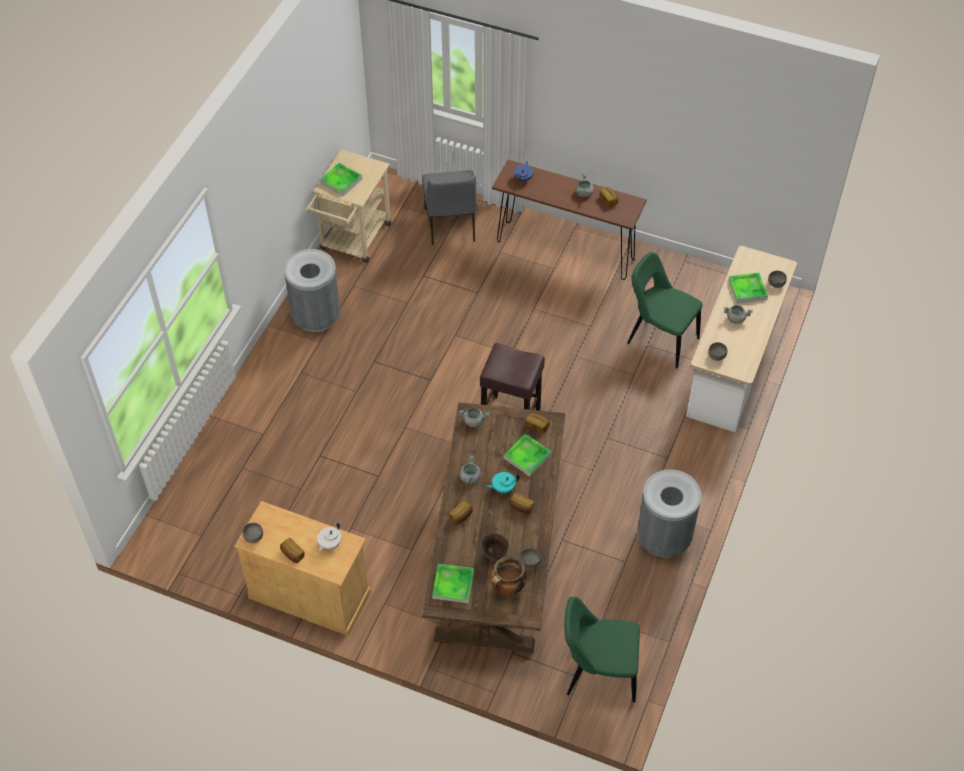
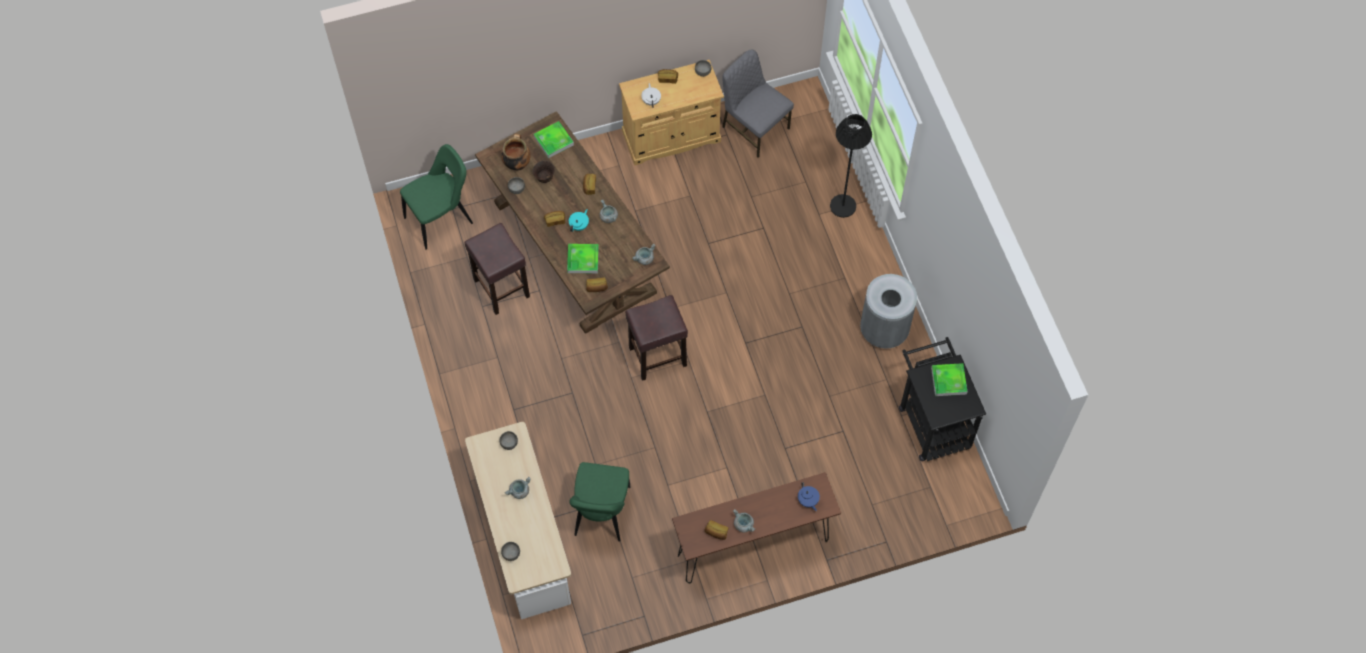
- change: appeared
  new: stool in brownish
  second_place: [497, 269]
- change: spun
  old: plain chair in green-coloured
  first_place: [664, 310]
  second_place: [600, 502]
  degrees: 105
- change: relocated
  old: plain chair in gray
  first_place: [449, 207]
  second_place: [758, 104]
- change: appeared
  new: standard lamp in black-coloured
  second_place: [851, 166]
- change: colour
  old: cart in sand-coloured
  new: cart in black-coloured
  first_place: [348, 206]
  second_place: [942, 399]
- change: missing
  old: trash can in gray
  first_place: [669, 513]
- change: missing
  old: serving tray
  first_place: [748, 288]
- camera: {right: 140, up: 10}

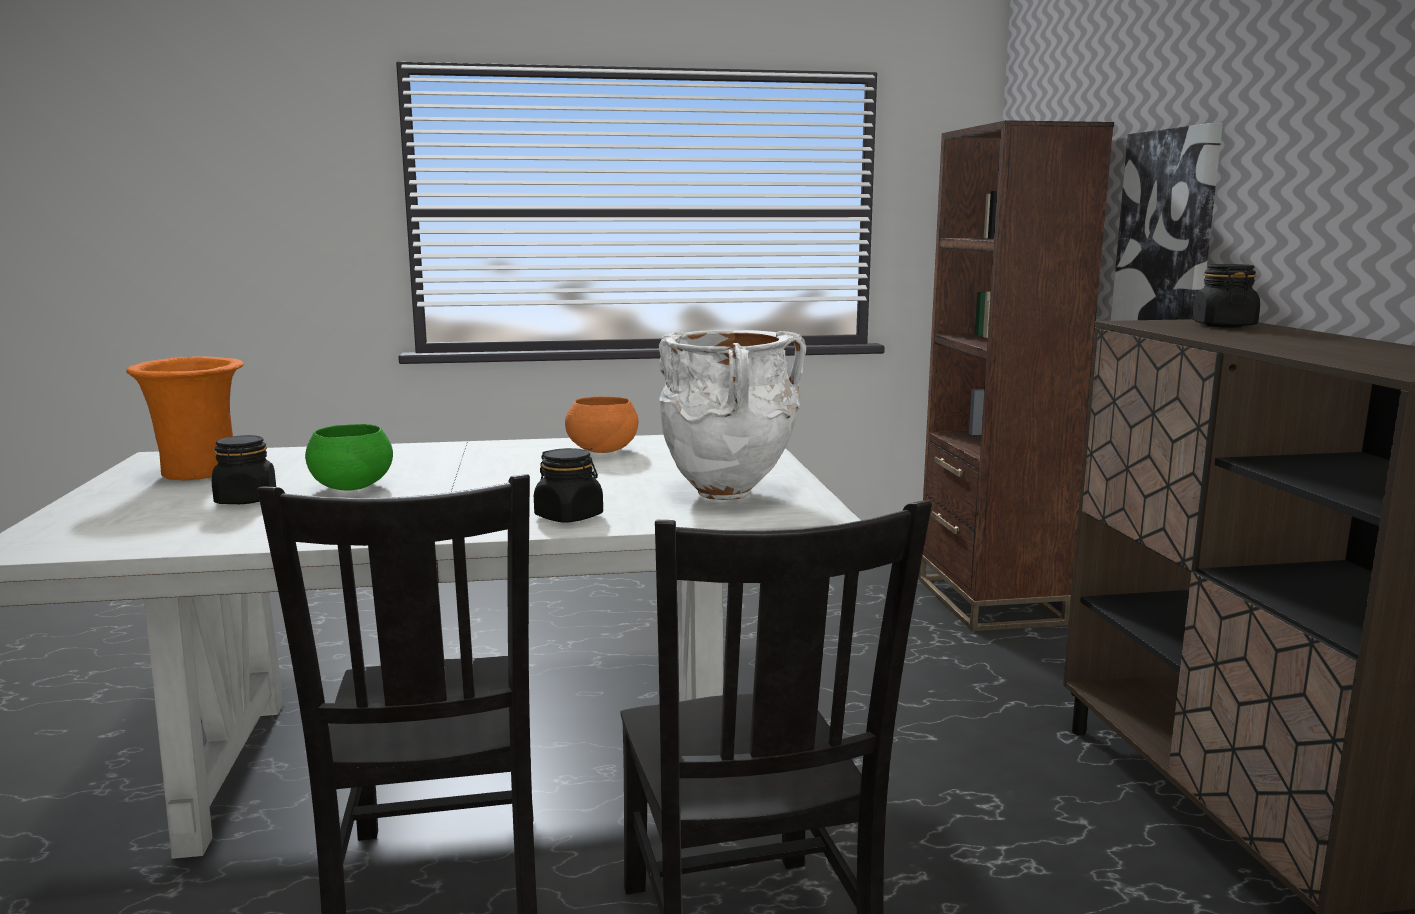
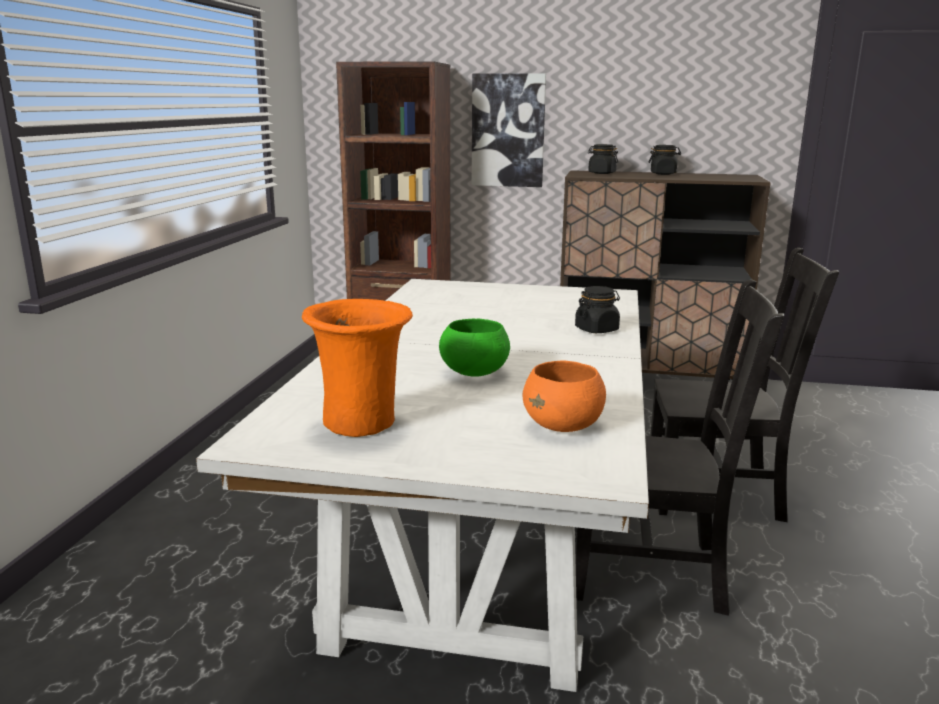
- change: relocated
  old: serving bowl in orangey
  first_place: [602, 424]
  second_place: [564, 396]
- change: relocated
  old: preserve jar in black-coloured
  first_place: [244, 469]
  second_place: [665, 160]
- change: missing
  old: vase in white-coloured
  first_place: [732, 415]
- camera: {right: -70, up: 5}

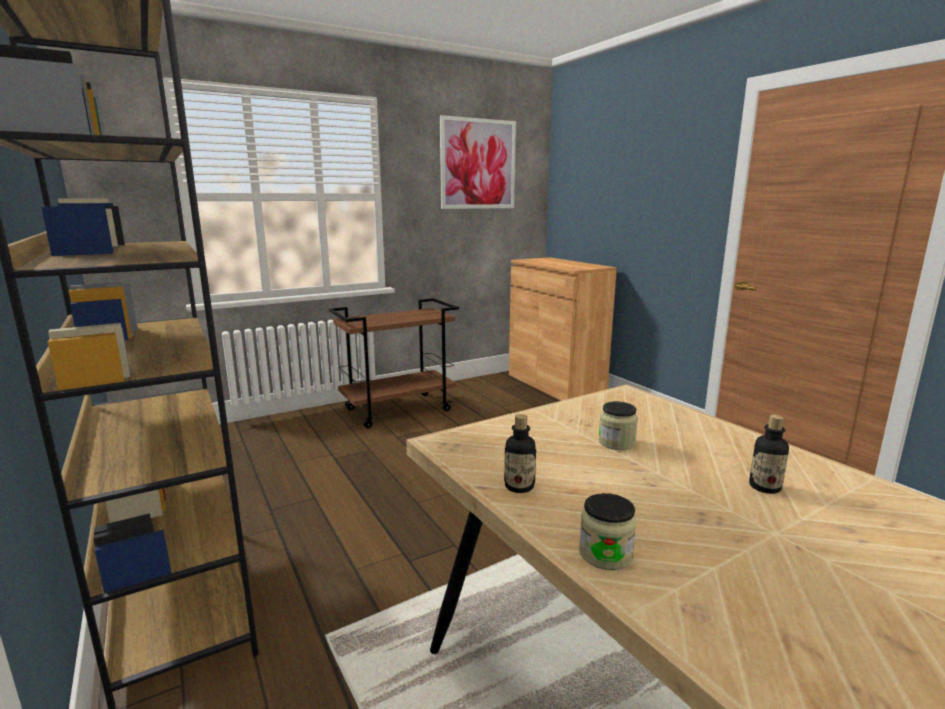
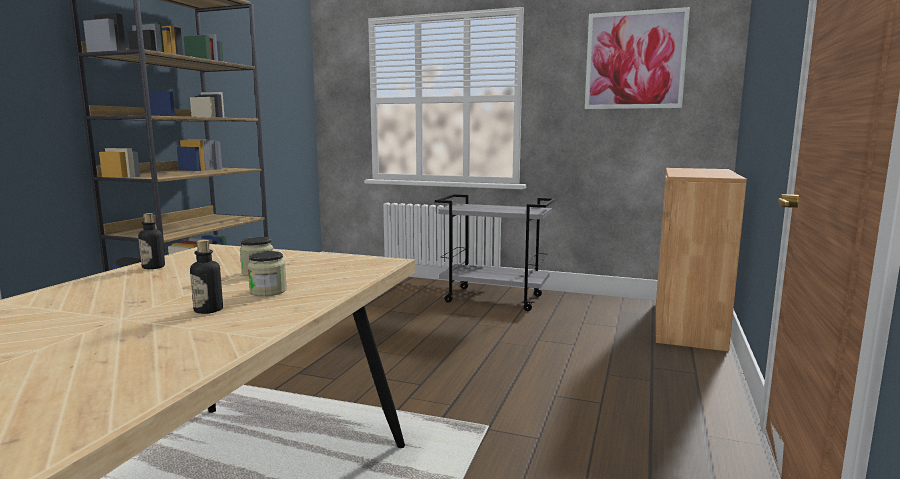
- change: relocated
  old: preserve jar
  first_place: [608, 531]
  second_place: [267, 273]
- change: colour
  old: cart in brownish
  new: cart in gray
  first_place: [393, 363]
  second_place: [495, 252]
- camera: {right: 50, up: -5}

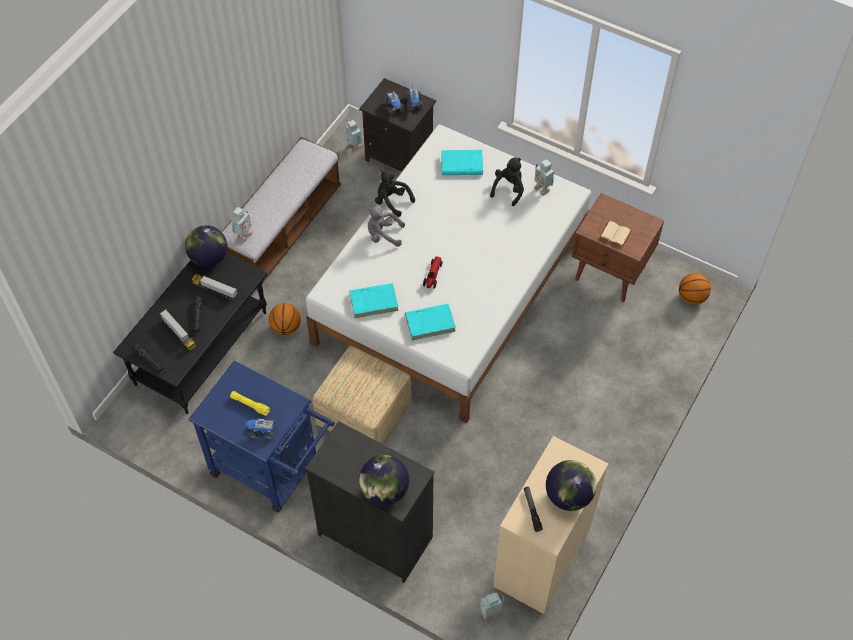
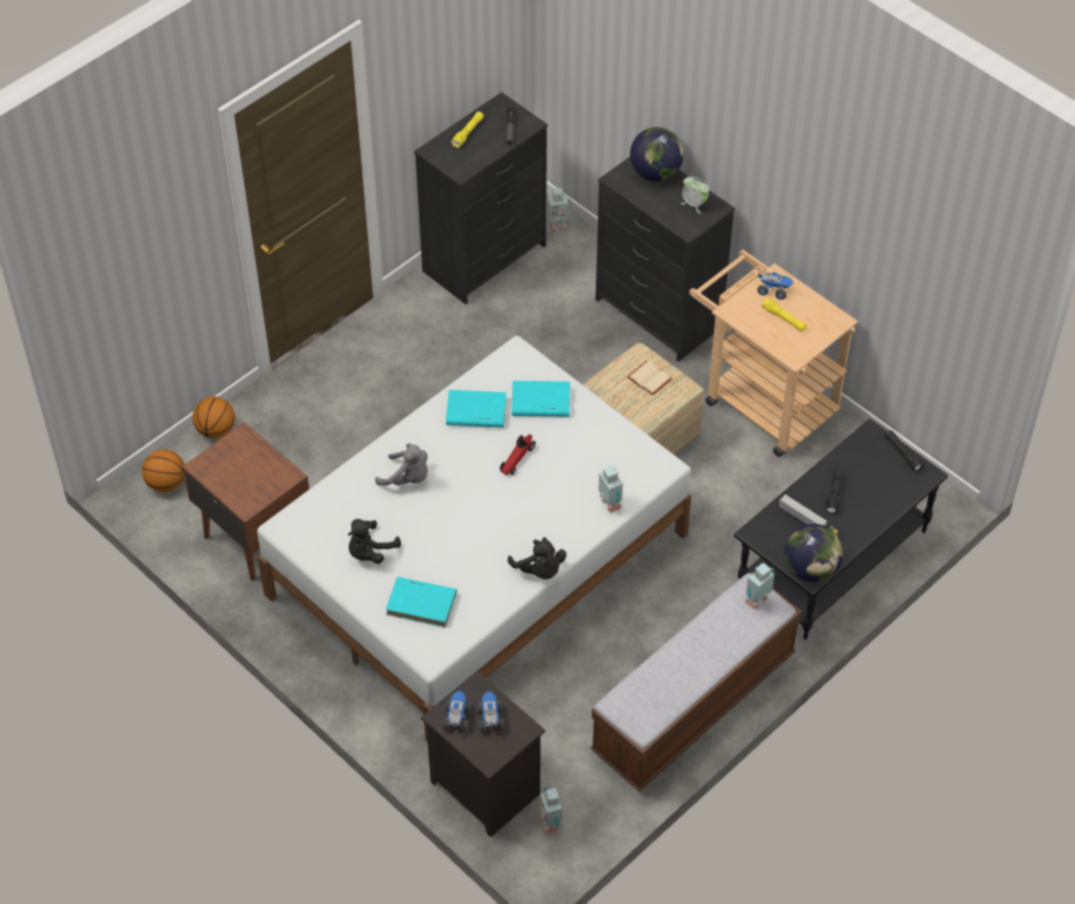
- change: relocated
  old: ball for basketball
  first_place: [285, 319]
  second_place: [214, 418]
- change: relocated
  old: plush toy in gray
  first_place: [386, 226]
  second_place: [401, 464]
- change: colour
  old: drawer chest in sand-coloured
  new: drawer chest in black-coloured
  first_place: [550, 525]
  second_place: [481, 198]
- change: relocated
  old: bound book in turquoise-coloured
  first_place: [374, 300]
  second_place: [476, 409]
- change: exchanged
  old: globe
  new: torch in yellowish
  first_place: [571, 485]
  second_place: [467, 130]
- change: relocated
  old: toy robot
  first_place: [544, 177]
  second_place: [610, 489]
- change: relocated
  old: bound book in sand-coloured
  first_place: [615, 234]
  second_place: [649, 378]
- change: appeared
  new: bedside clock
  second_place: [695, 195]
- change: colour
  old: cart in blue
  new: cart in sand-coloured
  first_place: [261, 436]
  second_place: [773, 353]
- change: missing
  old: toy truck
  first_place: [178, 330]
- camera: {right: -165, up: -5}

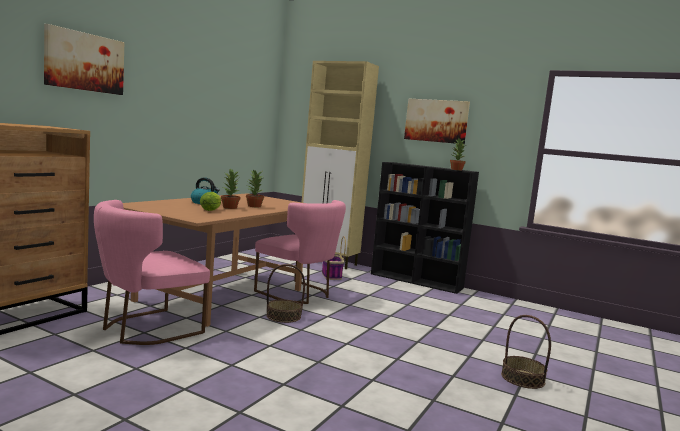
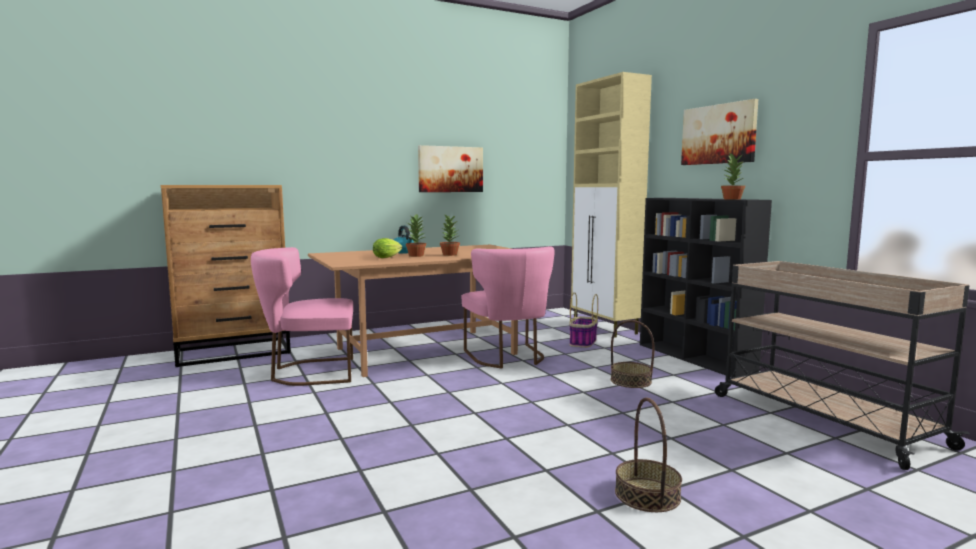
- change: relocated
  old: wall picture
  first_place: [84, 59]
  second_place: [450, 168]
- change: relocated
  old: storage basket
  first_place: [286, 293]
  second_place: [633, 354]
- change: appeared
  new: cart in sand-coloured
  second_place: [842, 365]
- camera: {right: 35, up: 0}

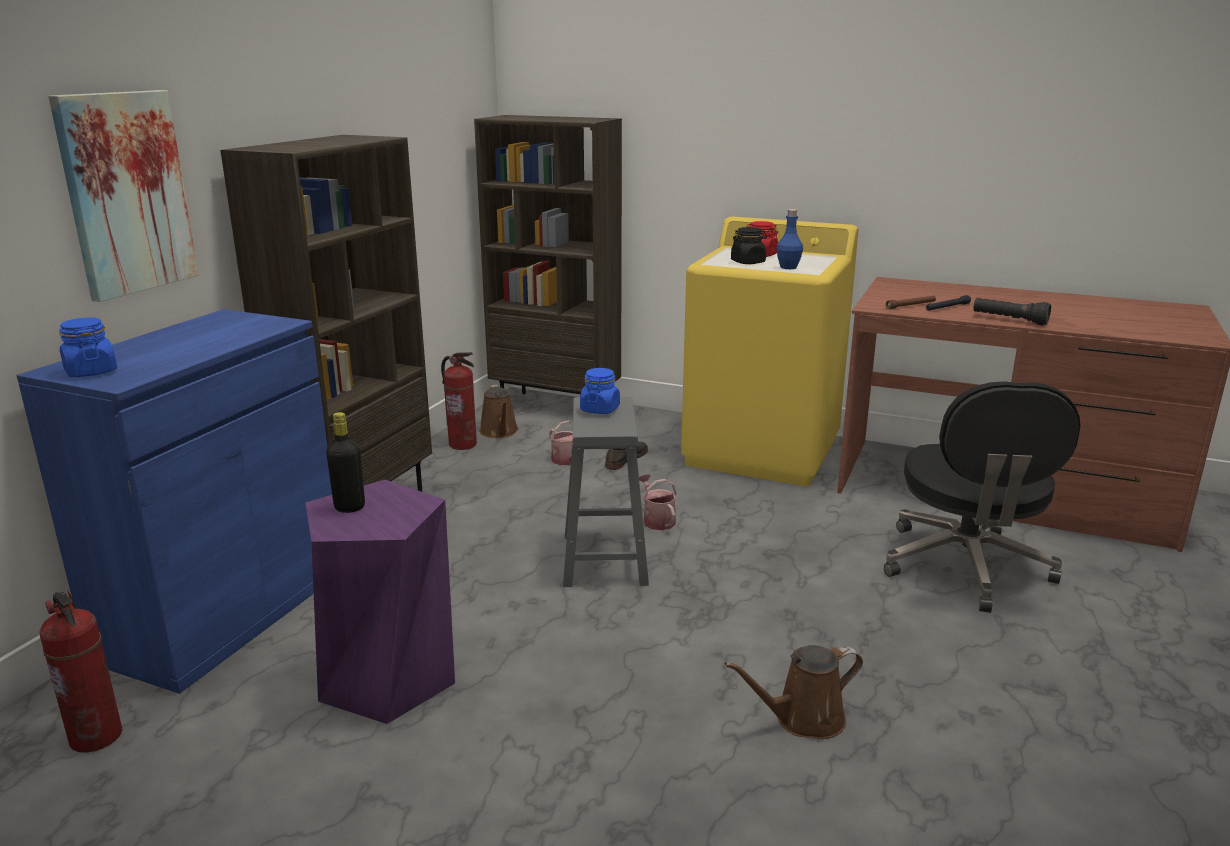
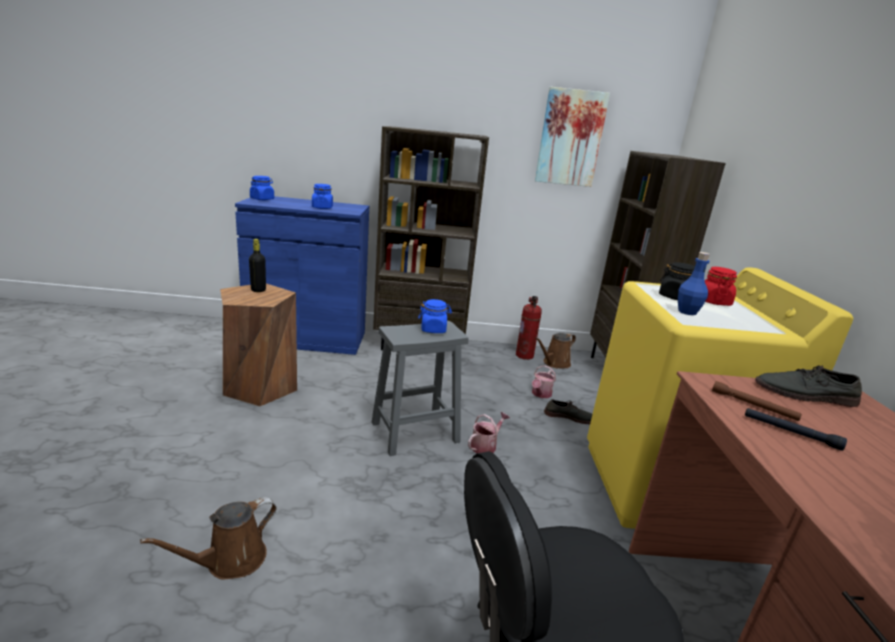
- change: spun
  old: watering can in brownish
  first_place: [794, 692]
  second_place: [208, 538]
  degrees: -90
- change: colour
  old: stool in purple
  new: stool in brownish
  first_place: [380, 602]
  second_place: [258, 344]
- change: appeared
  new: preserve jar in blue
  second_place: [322, 196]
- change: relocated
  old: wall picture
  first_place: [123, 196]
  second_place: [572, 137]
- change: appeared
  new: item of footwear in gray
  second_place: [808, 386]
- change: missing
  old: fire-fighting cylinder
  first_place: [81, 671]
- change: missing
  old: torch in black-coloured
  first_place: [1012, 311]
- camera: {right: 65, up: 0}

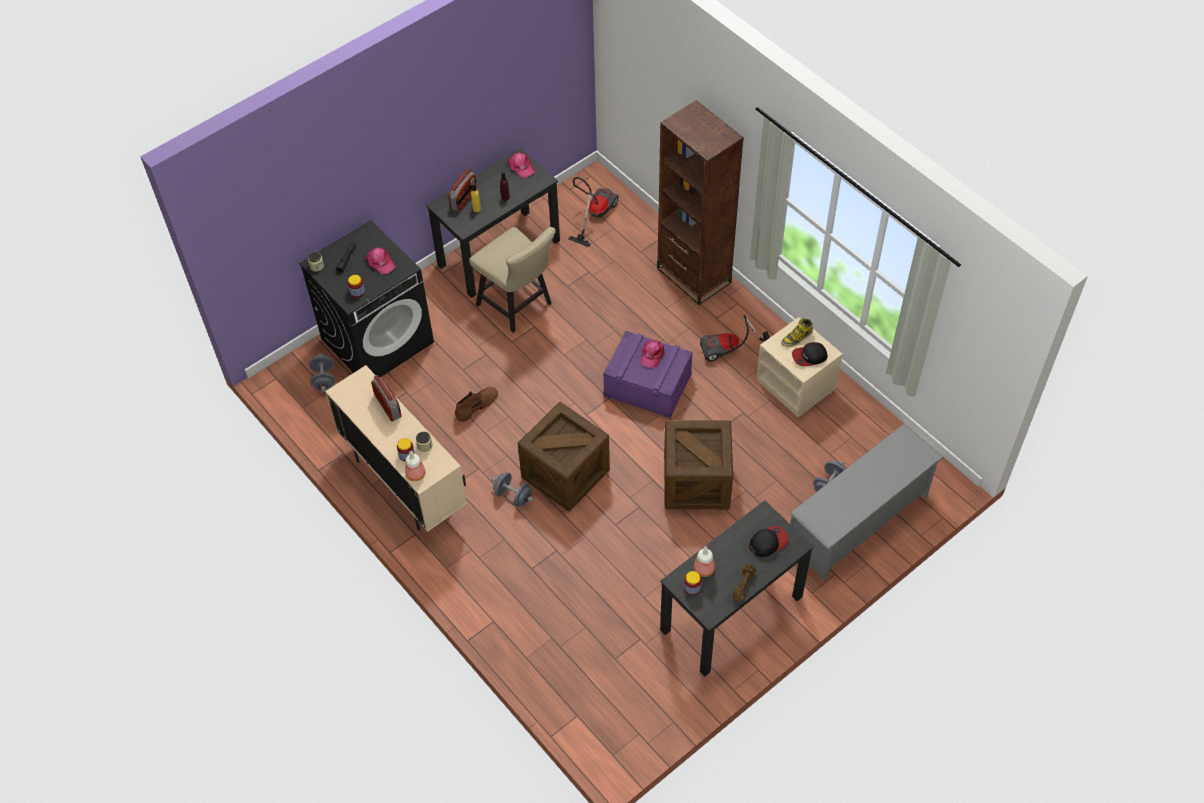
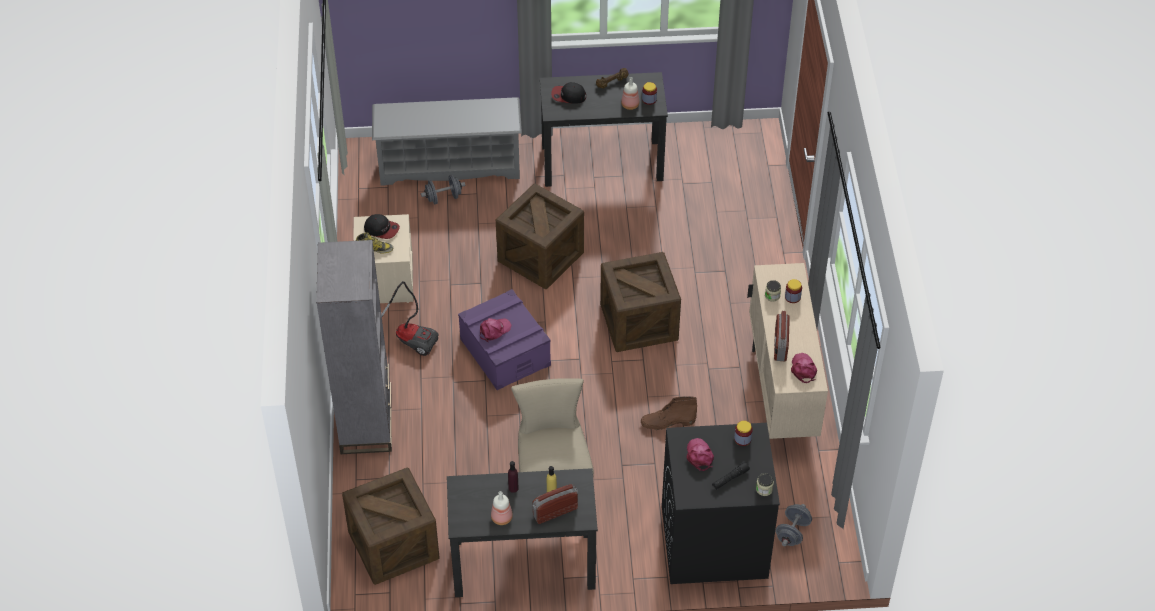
- change: colour
  old: shelving unit in brownish
  new: shelving unit in gray
  first_place: [700, 202]
  second_place: [354, 347]
- change: exchanged
  old: vacuum
  new: crate
  first_place: [593, 212]
  second_place: [391, 526]
- change: relocated
  old: beverage bottle
  first_place: [415, 466]
  second_place: [502, 508]
- change: relocated
  old: cap in pinkish
  first_place: [521, 165]
  second_place: [804, 368]
- change: missing
  old: dumbbell in gray
  first_place: [513, 489]
- camera: {right: -145, up: -5}

